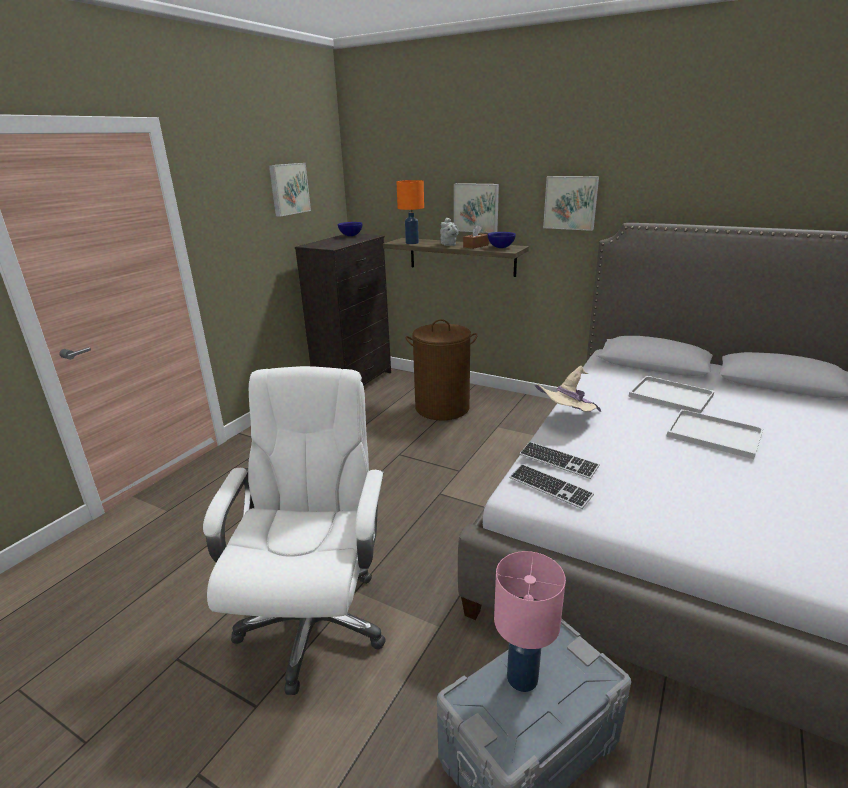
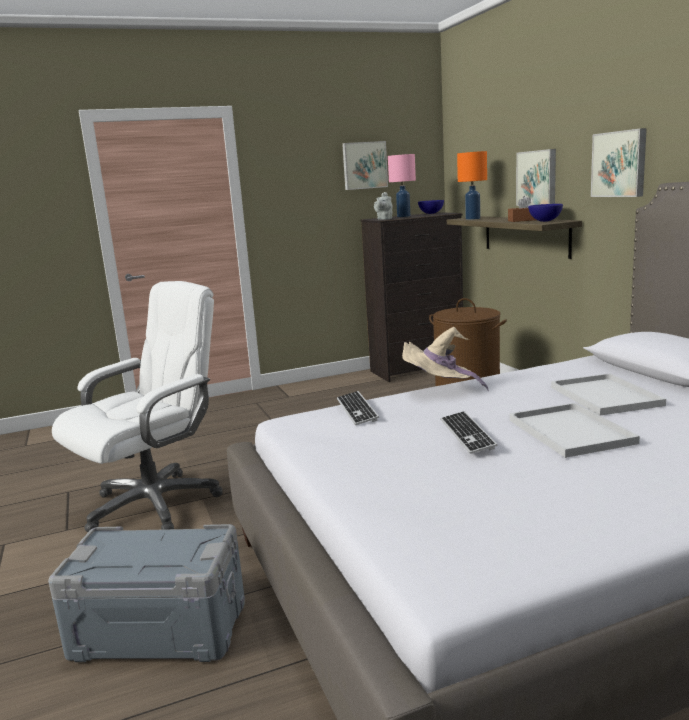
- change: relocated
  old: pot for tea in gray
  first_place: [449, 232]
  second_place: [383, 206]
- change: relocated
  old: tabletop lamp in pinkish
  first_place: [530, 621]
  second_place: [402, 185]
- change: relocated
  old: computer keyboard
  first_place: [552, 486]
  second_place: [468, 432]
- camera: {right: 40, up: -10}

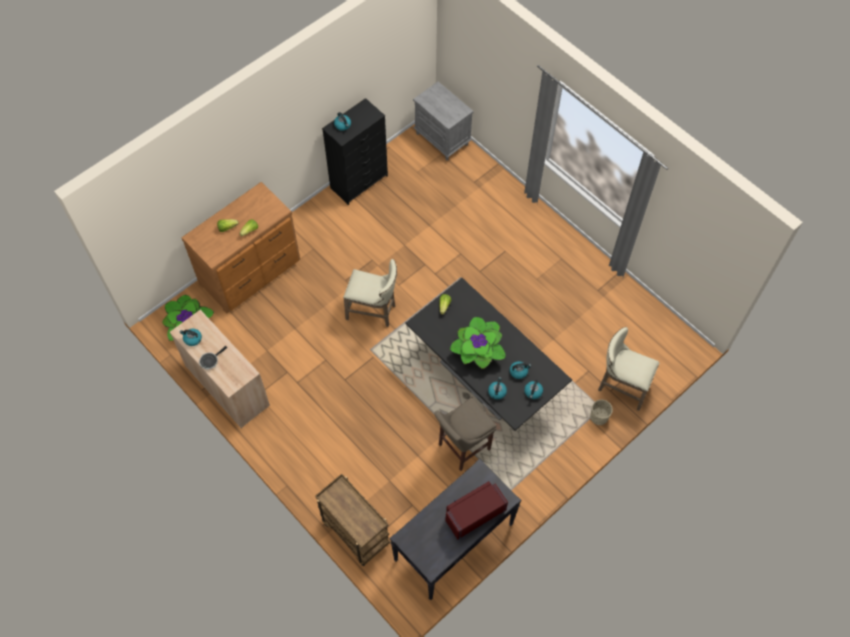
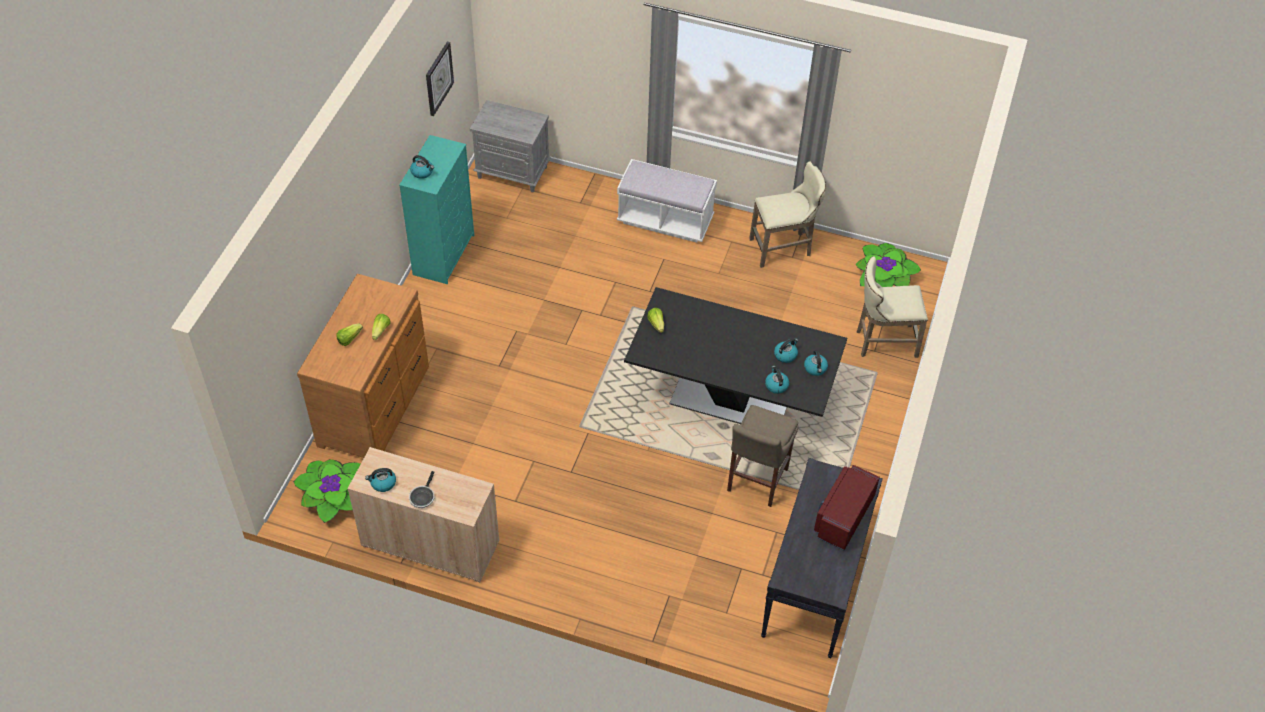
- change: colour
  old: drawer chest in black-coloured
  new: drawer chest in turquoise-coloured
  first_place: [355, 151]
  second_place: [436, 209]
- change: appeared
  new: hanging clock
  second_place: [440, 79]
- change: appeared
  new: long seat in white-coloured
  second_place: [667, 201]
- change: relocated
  old: stool in sand-coloured
  first_place: [370, 293]
  second_place: [787, 214]
- change: relocated
  old: potted plant
  first_place: [478, 342]
  second_place: [888, 265]
- change: missing
  old: cart in brownish
  first_place: [352, 520]
- change: missing
  old: planter in sand-coloured
  first_place: [601, 412]
- camera: {right: -30, up: -10}

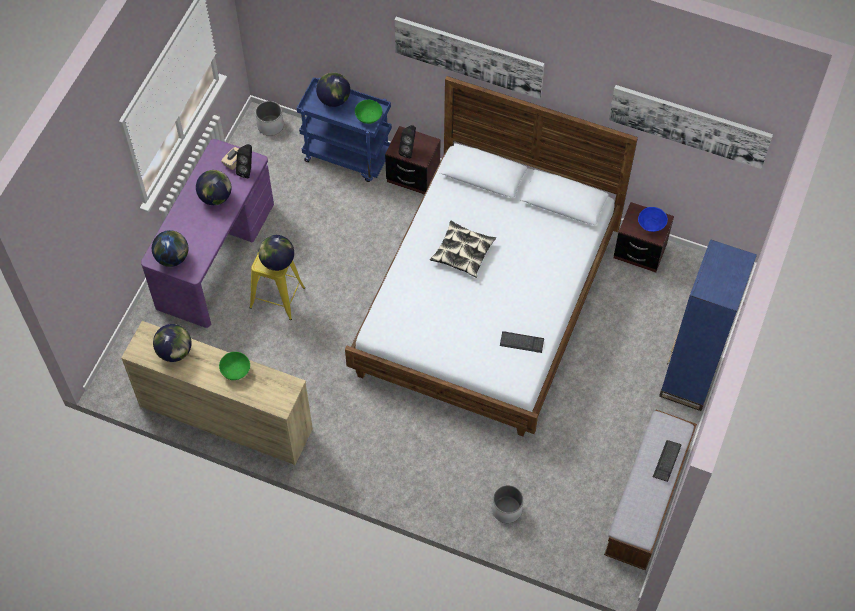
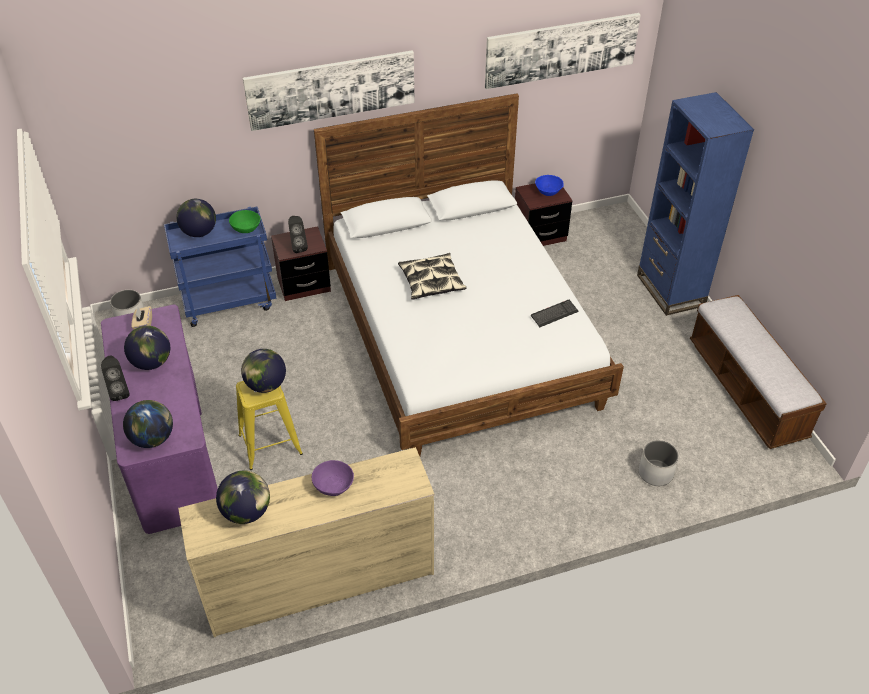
- change: relocated
  old: audio speaker in black-coloured
  first_place: [244, 161]
  second_place: [115, 378]
- change: colour
  old: serving bowl in green-coloured
  new: serving bowl in purple
  first_place: [234, 366]
  second_place: [333, 478]
- change: missing
  old: computer keyboard
  first_place: [667, 461]
- camera: {right: -40, up: -15}

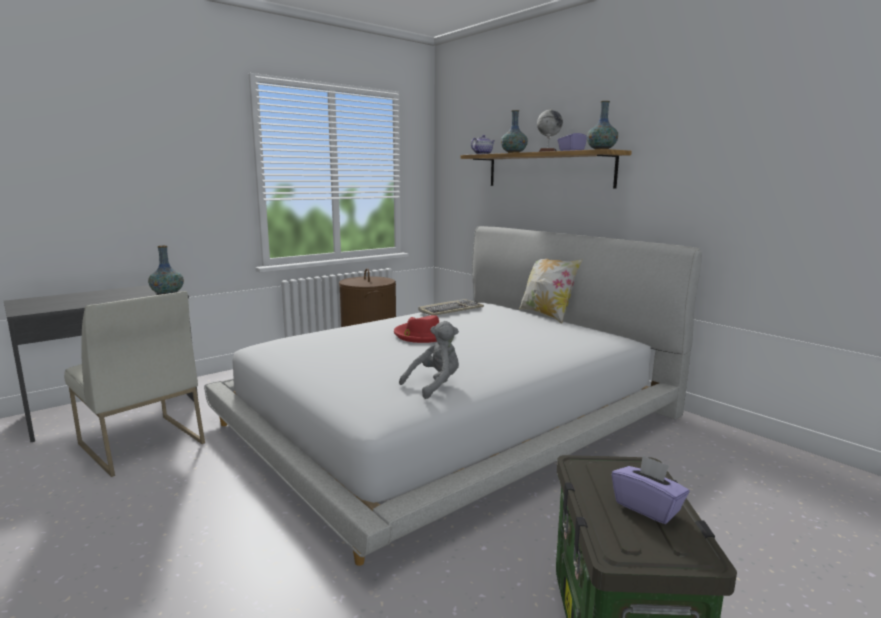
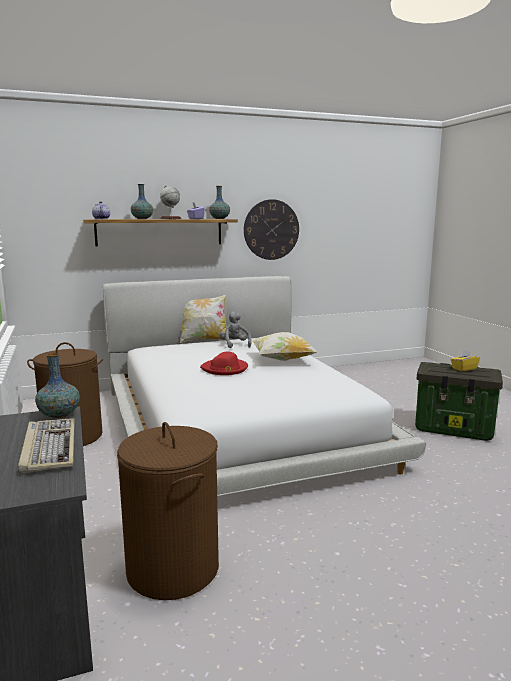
- change: relocated
  old: computer keyboard
  first_place: [451, 307]
  second_place: [46, 445]
- change: exchanged
  old: plain chair in white-coloured
  new: laundry basket in brownish
  first_place: [134, 384]
  second_place: [168, 511]
- change: relocated
  old: plush toy in gray
  first_place: [429, 360]
  second_place: [235, 329]
- change: appeared
  new: hanging clock
  second_place: [271, 229]
- change: appeared
  new: cushion
  second_place: [284, 346]
- change: colour
  old: box of tissues in purple
  new: box of tissues in yellowish
  first_place: [650, 489]
  second_place: [465, 360]
- camera: {right: -70, up: 0}

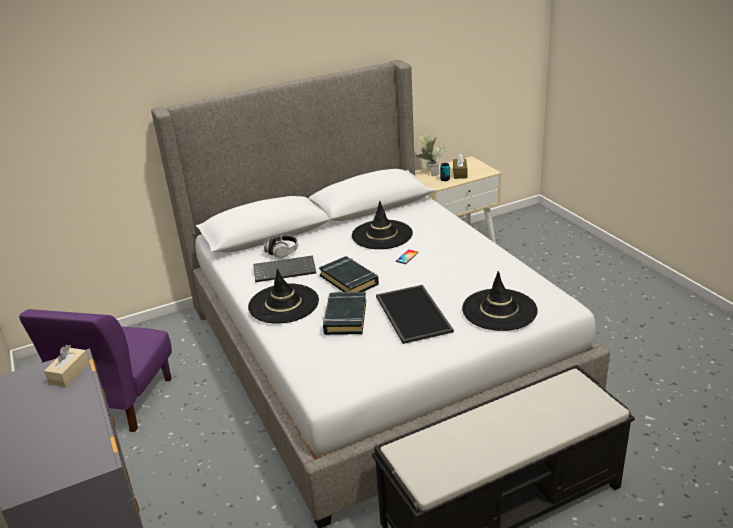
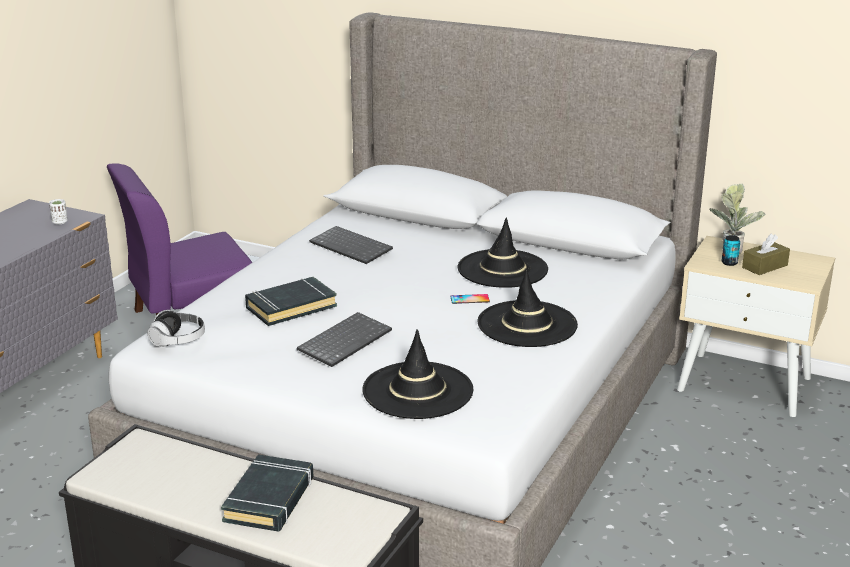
- change: exchanged
  old: box of tissues in sand-coloured
  new: small cup in white-coloured
  first_place: [67, 366]
  second_place: [58, 212]
- change: relocated
  old: pair of headphones
  first_place: [281, 247]
  second_place: [176, 328]
- change: relocated
  old: bound book in black-coloured
  first_place: [349, 274]
  second_place: [267, 492]
- change: exchanged
  old: serving tray
  new: computer keyboard
  first_place: [415, 314]
  second_place: [344, 339]
- change: relocated
  old: wearable hat in black-coloured
  first_place: [283, 296]
  second_place: [527, 308]
- camera: {right: 50, up: -5}

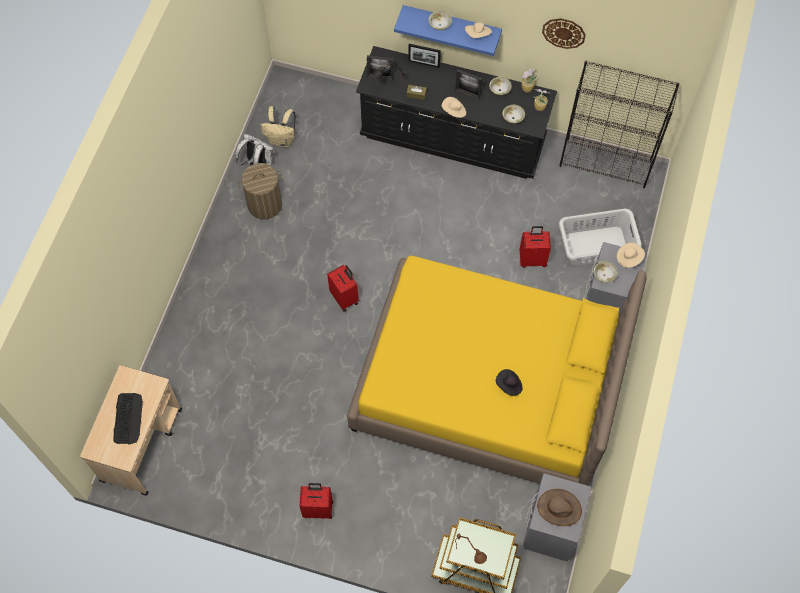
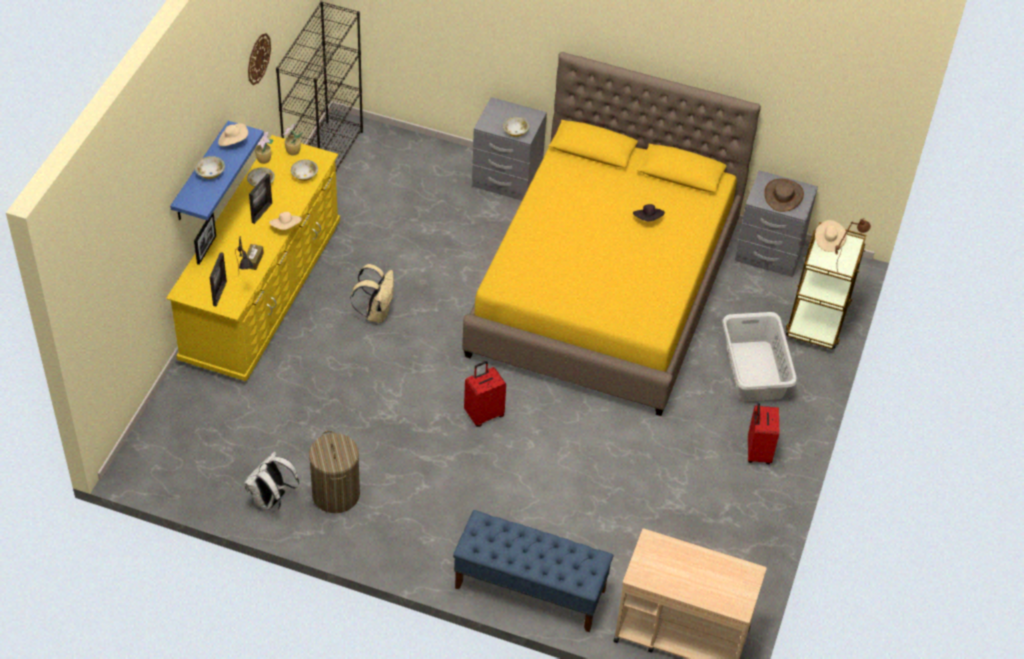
- change: colour
  old: drawer chest in black-coloured
  new: drawer chest in yellowish
  first_place: [456, 112]
  second_place: [253, 258]
- change: relocated
  old: knapsack in sand-coloured
  first_place: [278, 126]
  second_place: [372, 293]
- change: appeared
  new: long seat in blue
  second_place: [533, 571]
- change: relocated
  old: laundry basket in gray
  first_place: [600, 237]
  second_place: [759, 356]
- change: relocated
  old: wearable hat in sand-coloured
  first_place: [631, 255]
  second_place: [831, 236]
- change: missing
  old: computer keyboard
  first_place: [128, 418]
- change: missing
  old: suitcase in red
  first_place: [535, 247]
- camera: {right: -90, up: -15}

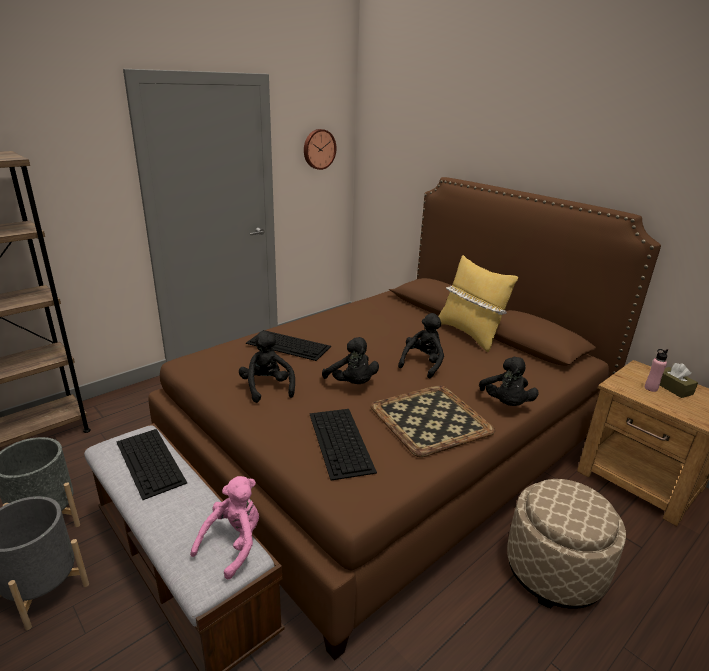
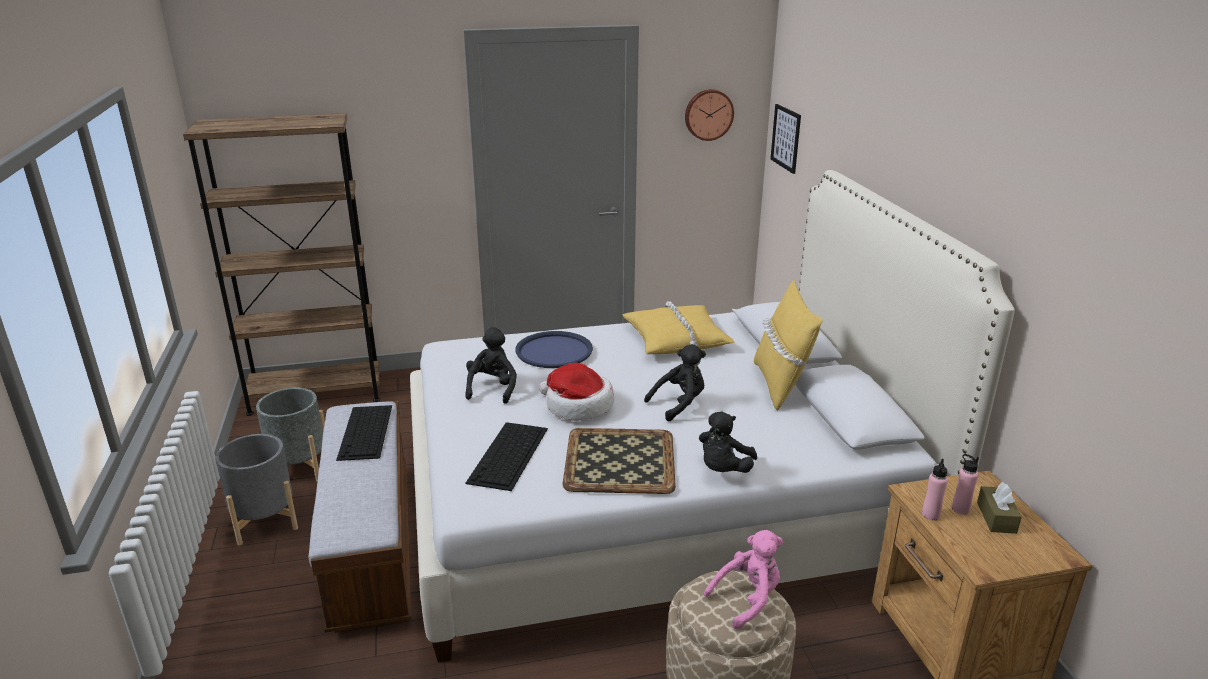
- change: colour
  old: bedroom bed in brownish
  new: bedroom bed in white-coloured
  first_place: [404, 419]
  second_place: [712, 416]
- change: exchanged
  old: computer keyboard
  new: serving tray in blue
  first_place: [288, 345]
  second_place: [554, 349]
- change: exchanged
  old: plush toy in black-coloured
  new: wearable hat
  first_place: [350, 360]
  second_place: [576, 392]
- change: appeared
  new: cushion in yellowish
  second_place: [679, 327]
- change: relocated
  old: plush toy in pinkish
  first_place: [224, 528]
  second_place: [743, 579]
- change: appeared
  new: wall picture
  second_place: [785, 139]
- change: appeared
  new: beverage bottle in pinkish
  second_place: [935, 489]
- camera: {right: 30, up: 0}

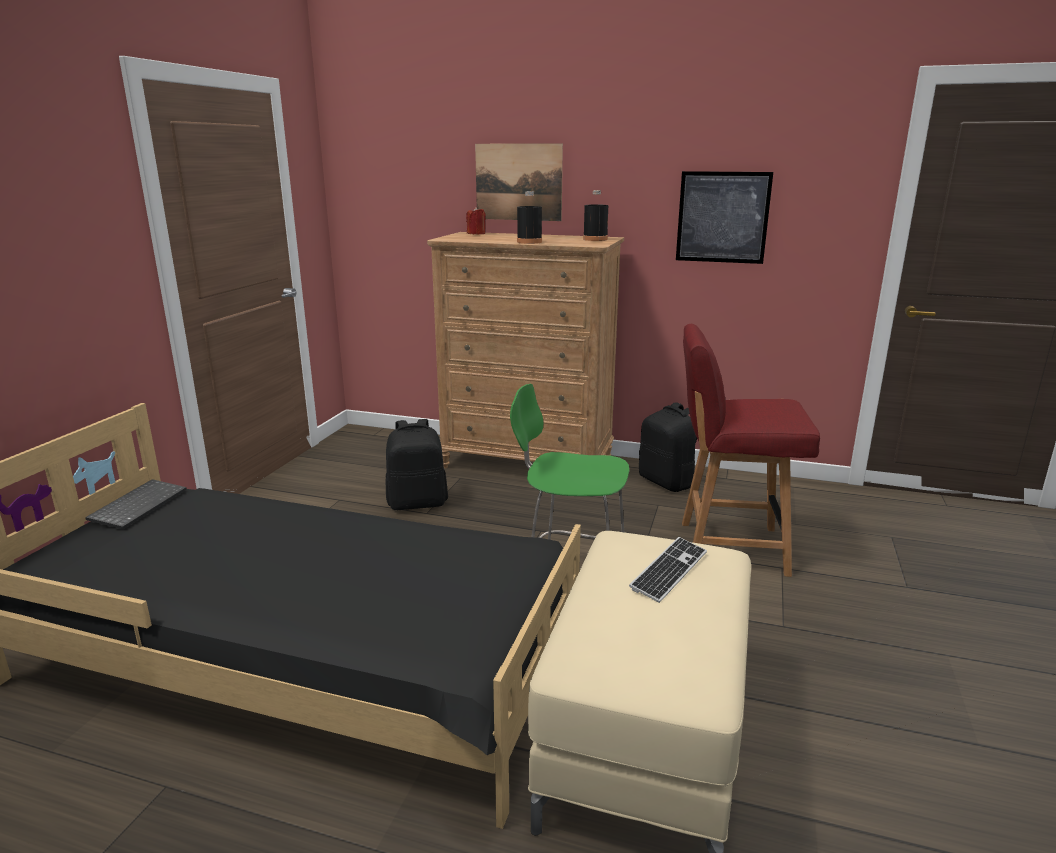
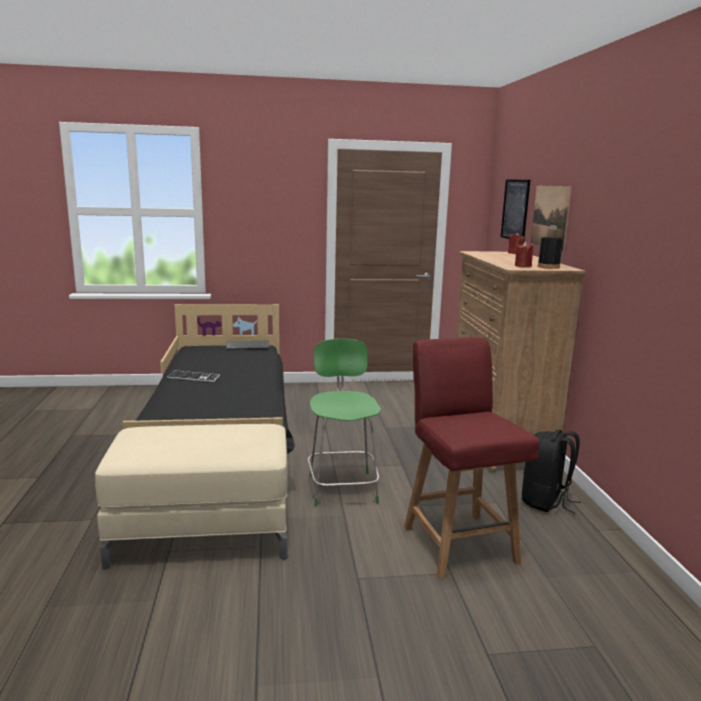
- change: relocated
  old: computer keyboard
  first_place: [668, 570]
  second_place: [193, 376]
- change: relocated
  old: wall picture
  first_place: [724, 217]
  second_place: [515, 211]
- change: appeared
  new: candle in red
  second_place: [524, 254]
- change: missing
  old: knapsack in black-coloured
  first_place: [417, 464]
- change: missing
  old: beverage bottle in black-coloured
  first_place: [529, 217]
- camera: {right: 65, up: -5}

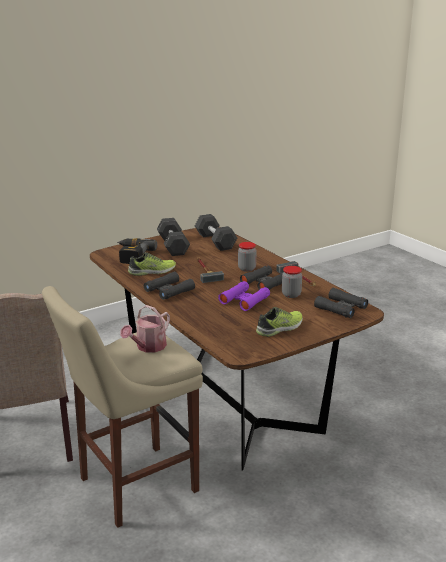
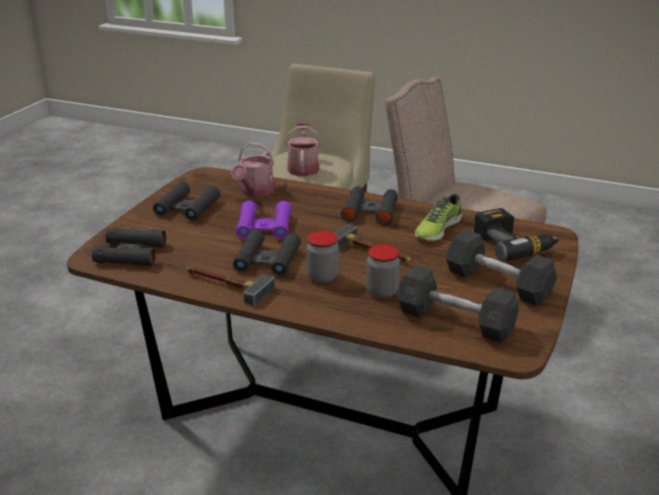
- change: exchanged
  old: item of footwear
  new: binoculars in black-coloured
  first_place: [279, 322]
  second_place: [186, 201]
- change: appeared
  new: watering can
  second_place: [252, 169]
- change: relocated
  old: preserve jar
  first_place: [292, 282]
  second_place: [383, 271]
- camera: {right: 145, up: 5}

